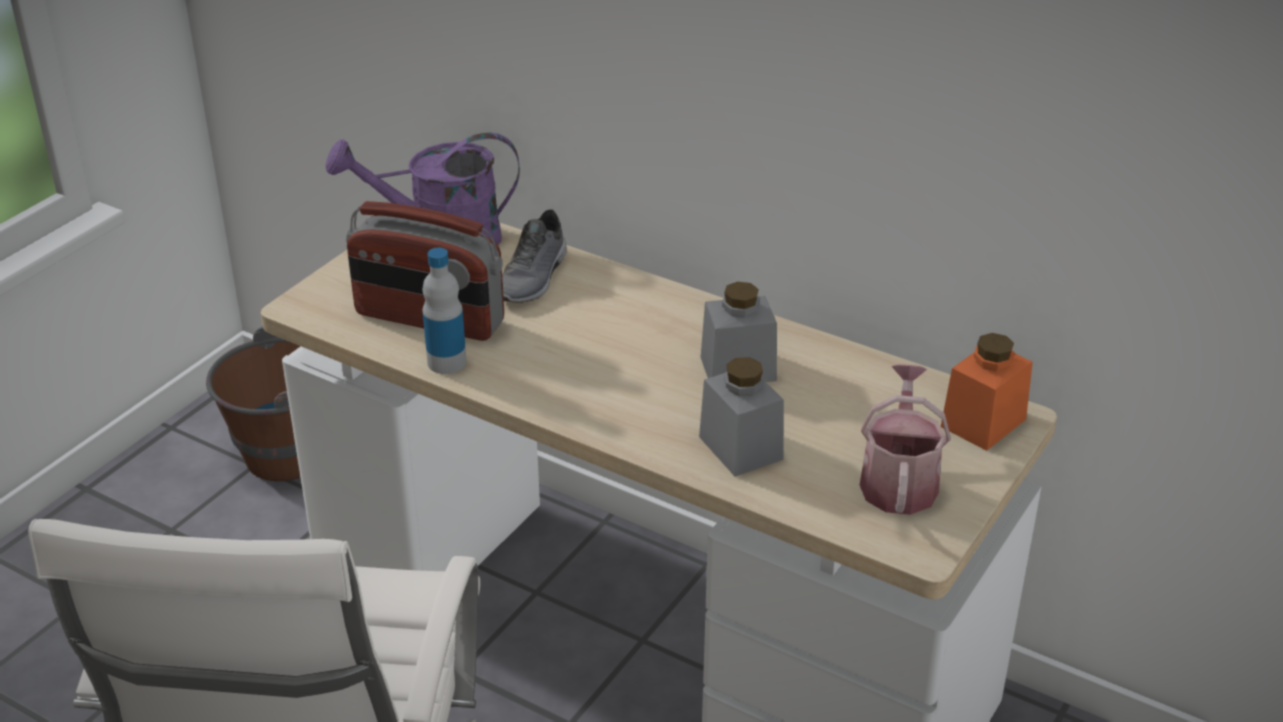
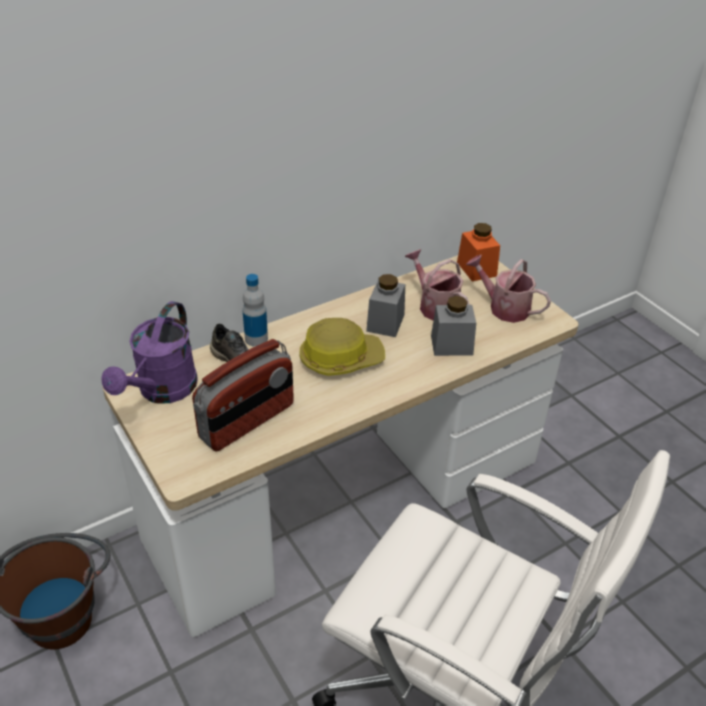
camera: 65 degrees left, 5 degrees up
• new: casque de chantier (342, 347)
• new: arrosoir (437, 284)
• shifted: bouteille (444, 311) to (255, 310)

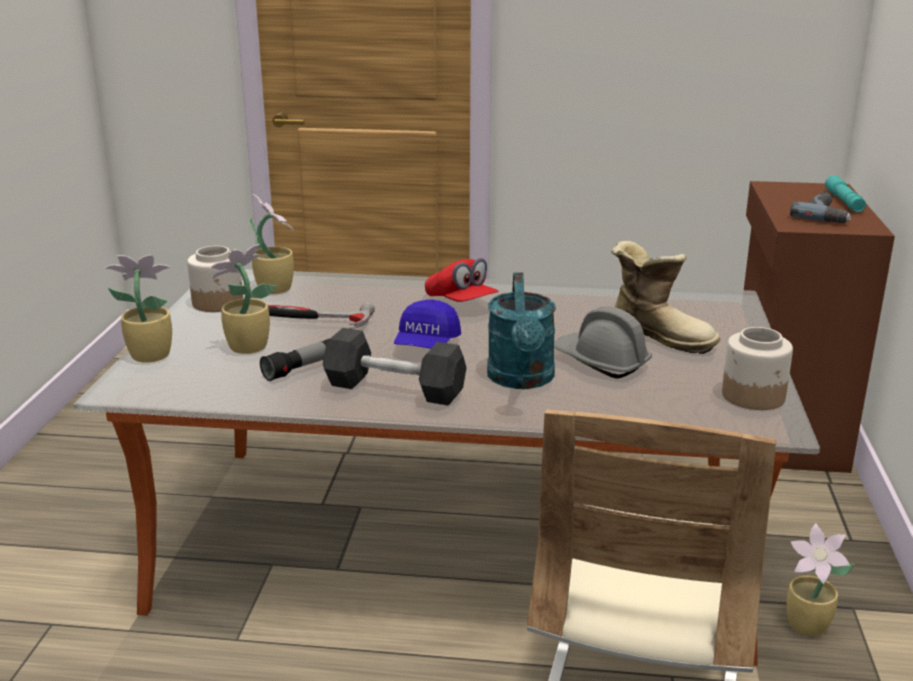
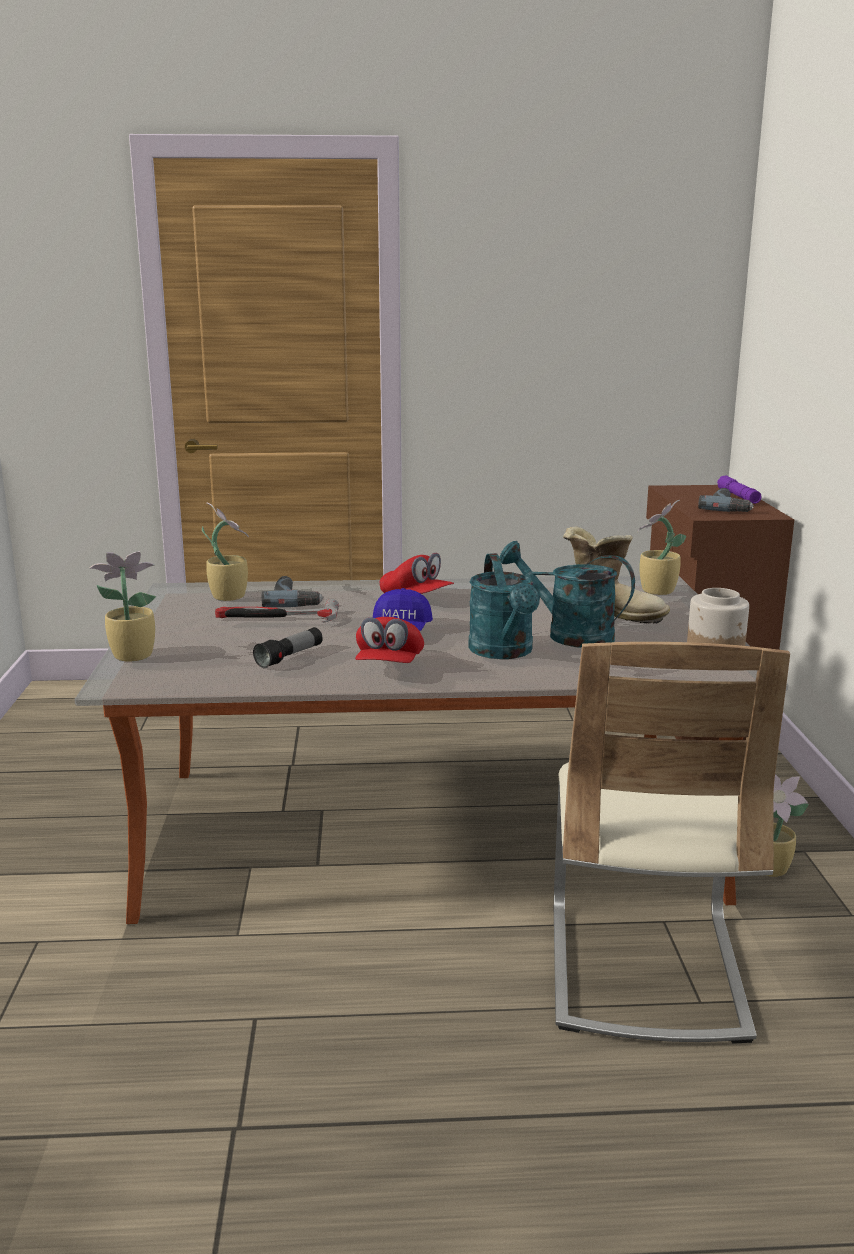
camera: 10 degrees left, 5 degrees down
• gone: bocal (215, 279)
• new: perceuse (292, 591)
• shifted: plante en pot (243, 299) to (661, 547)
• swapped: haltère (gris) (395, 367) to casquette (rouge) (389, 640)
• swapped: casque de chantier (gris) (603, 342) to arrosoir (turquoise) (567, 594)
• repainted: lampe de poche (turquoise) (845, 193) to lampe de poche (violet) (739, 489)

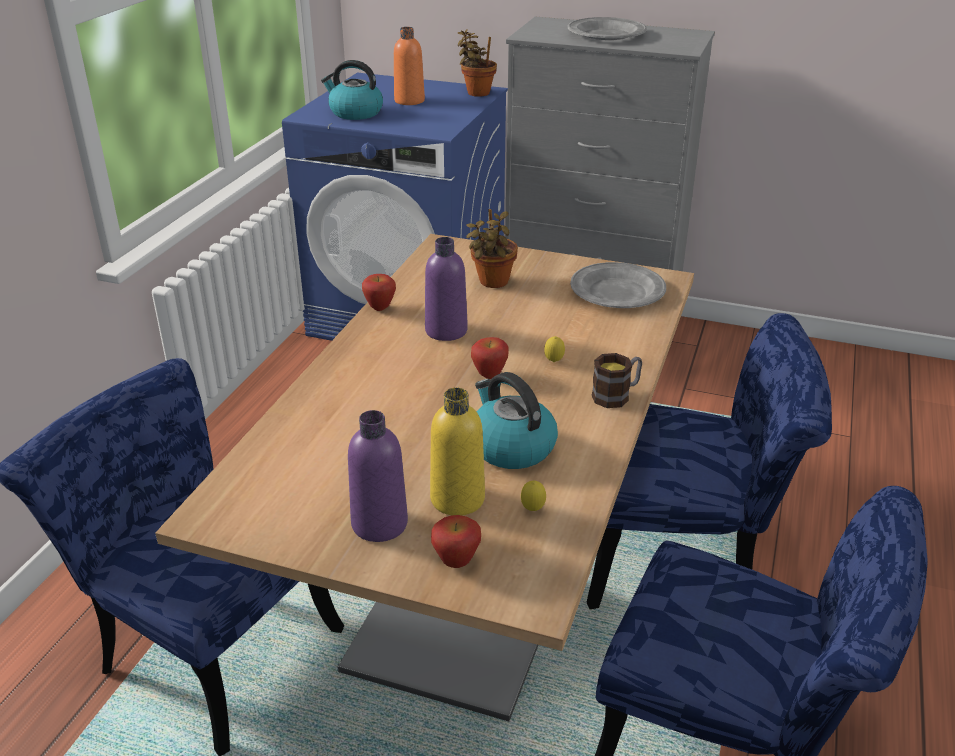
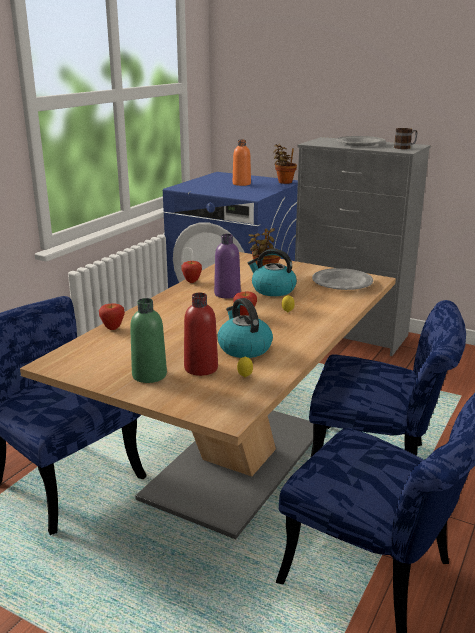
camera: 10 degrees right, 10 degrees down
• shifted: bouilloire (352, 90) to (272, 272)
• shifted: pomme (456, 541) to (112, 317)
• shifted: mug (617, 380) to (405, 138)
• repainted: bouteille (violet) (378, 476) to bouteille (vert) (148, 340)
• repainted: bouteille (jaune) (457, 451) to bouteille (rouge) (201, 334)

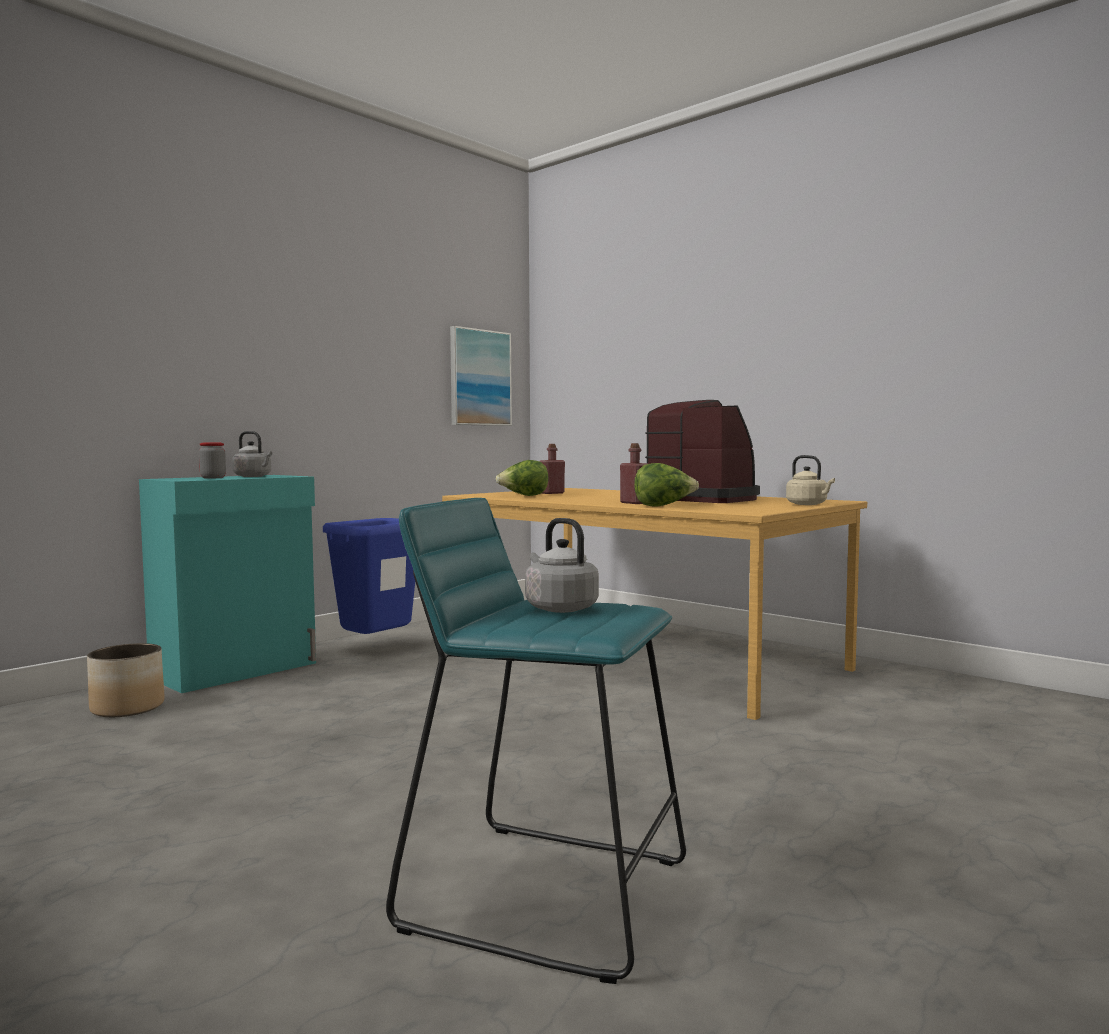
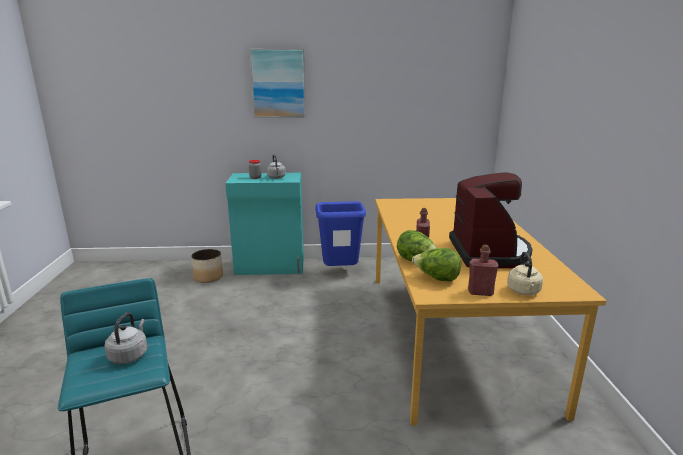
camera: 45 degrees right, 15 degrees up
• shifted: tableau (481, 376) to (278, 83)
• shifted: laitue (522, 478) to (436, 265)
• shifted: bouteille (rouge) (552, 469) to (483, 270)

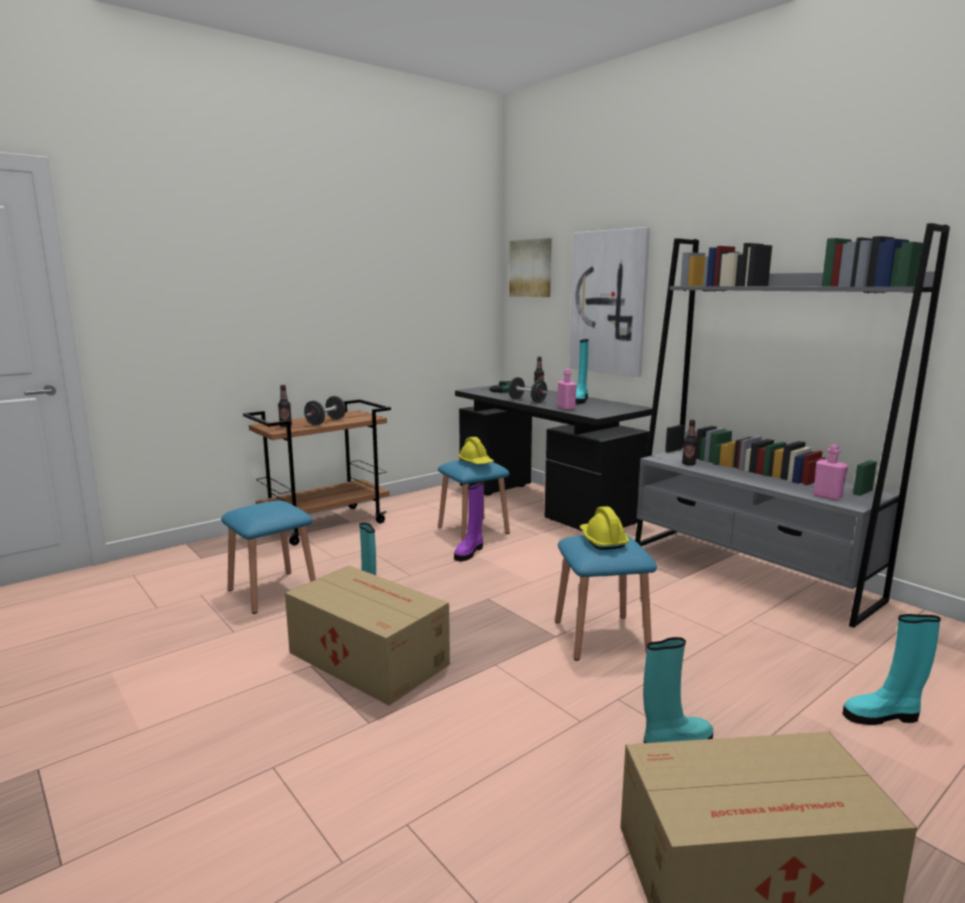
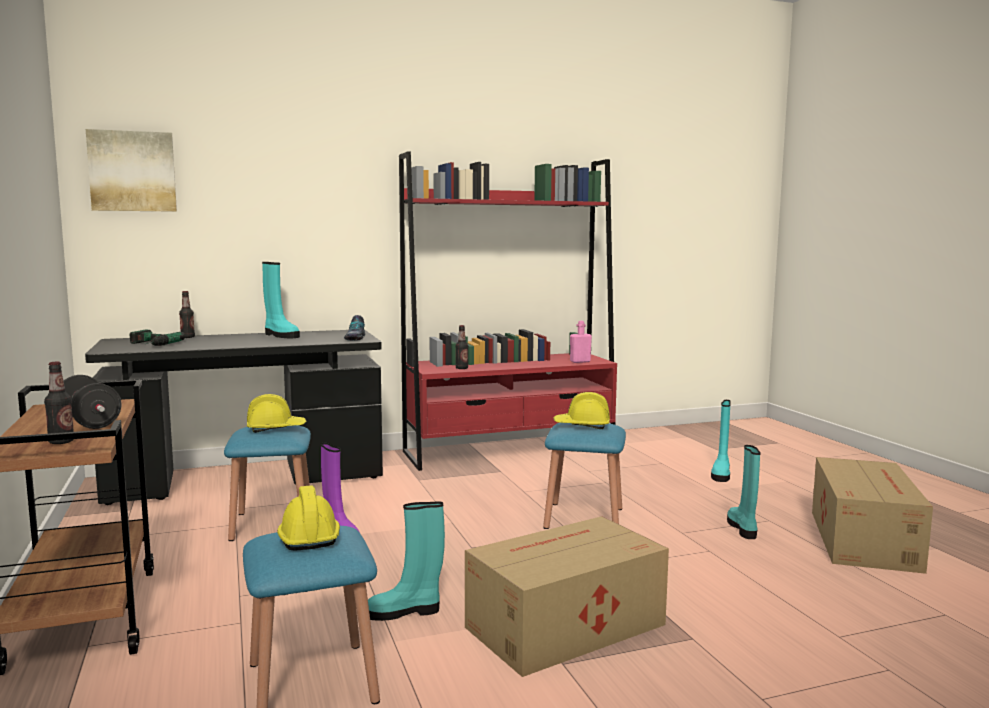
camera: 70 degrees left, 5 degrees down
• gone: haltère (noir) (528, 390)
• gone: bouteille (rose) (567, 389)
• gone: tableau (609, 302)
• new: casque de chantier (jaune) (308, 518)
• new: chaussure (354, 328)
• repainted: bibliothèque (gris) (792, 425) to bibliothèque (rouge) (508, 311)

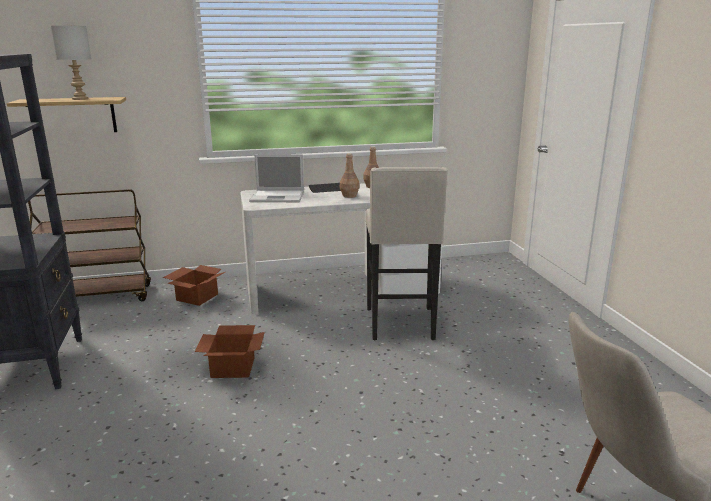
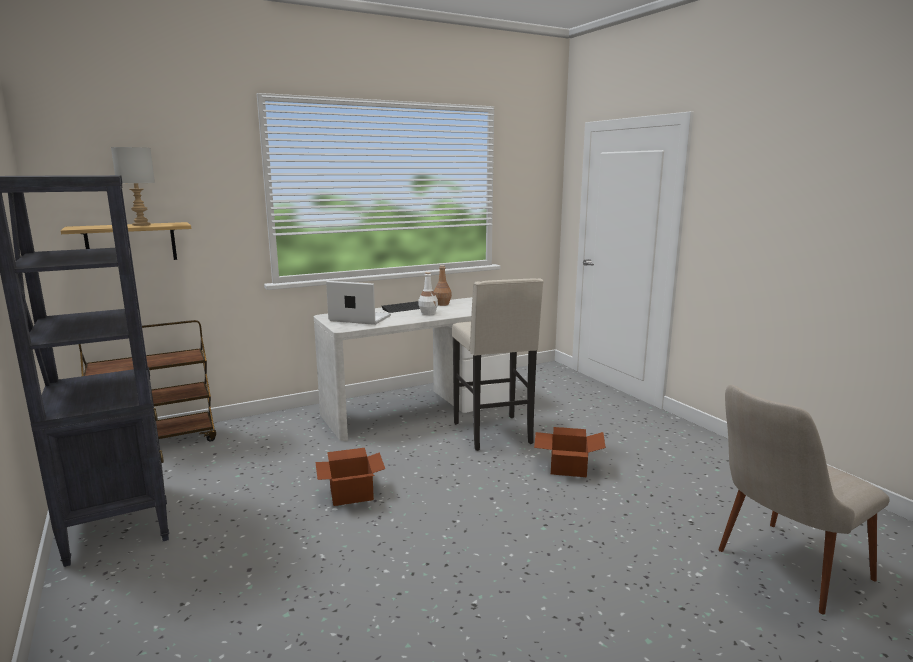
camera: 15 degrees left, 5 degrees down
• shifted: carton (194, 285) to (570, 452)
• repainted: bouteille (marron) (350, 175) to bouteille (blanc) (428, 293)
• rotated: ordinateur portable (276, 178) = (358, 303) 150 degrees counterclockwise

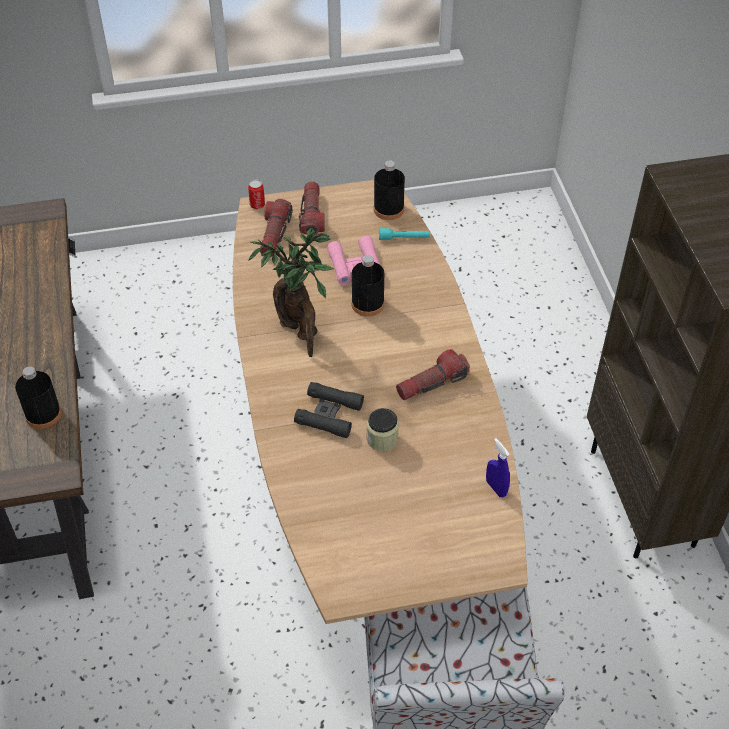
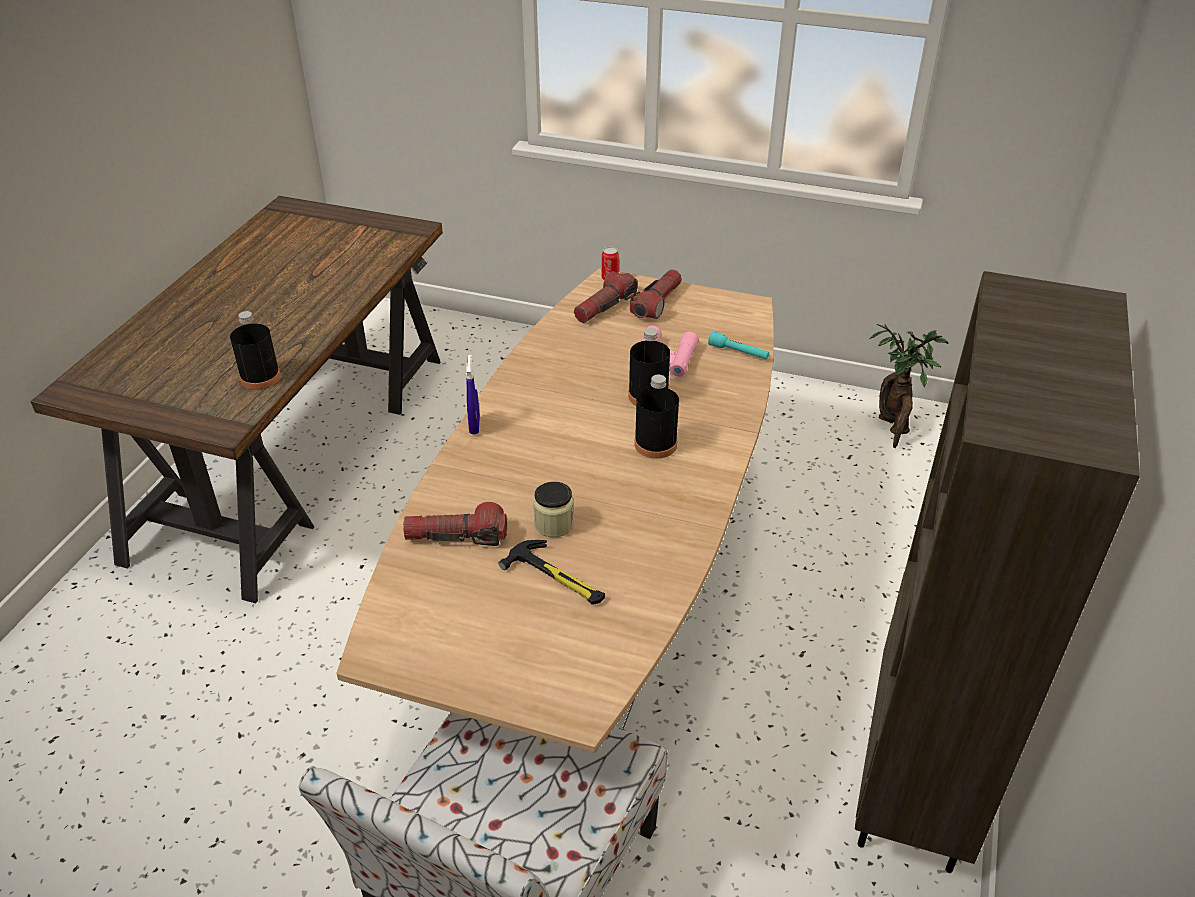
camera: 30 degrees right, 10 degrees down
• gone: jumelles (noir) (329, 410)
• new: marteau (552, 572)
• shifted: plante en pot (291, 292) to (908, 385)
• shifted: bouteille (noir) (389, 190) to (656, 417)
• shifted: lampe de poche (433, 374) to (455, 524)
• shifted: vaporisateur (bleu) (498, 467) to (473, 394)

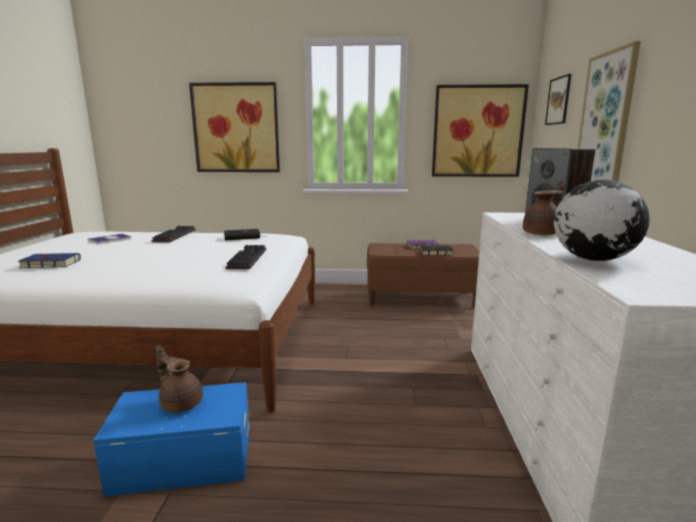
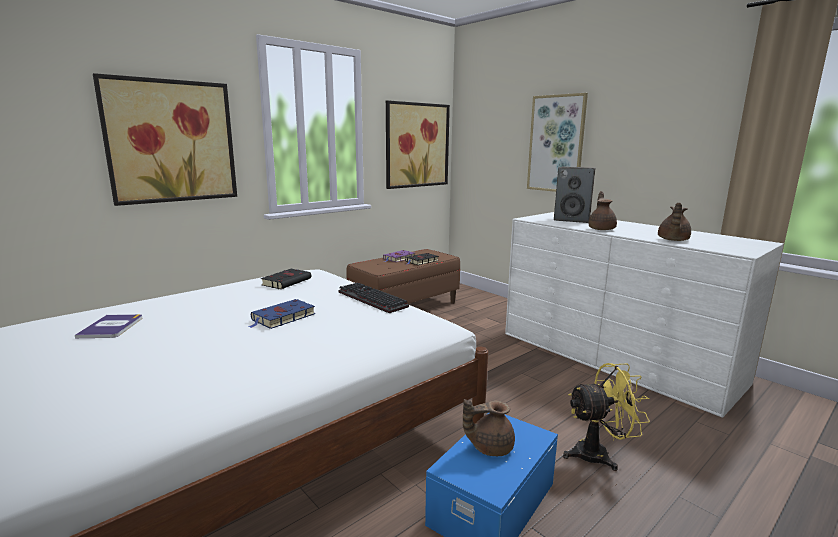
camera: 45 degrees left, 0 degrees up
• gone: clavier (174, 234)
• gone: tableau (558, 99)
• new: ventilateur (jaune) (606, 417)
• shifted: livre (bleu) (50, 260) to (281, 314)
• swapped: globe (602, 220) to théière (marron) (674, 222)

